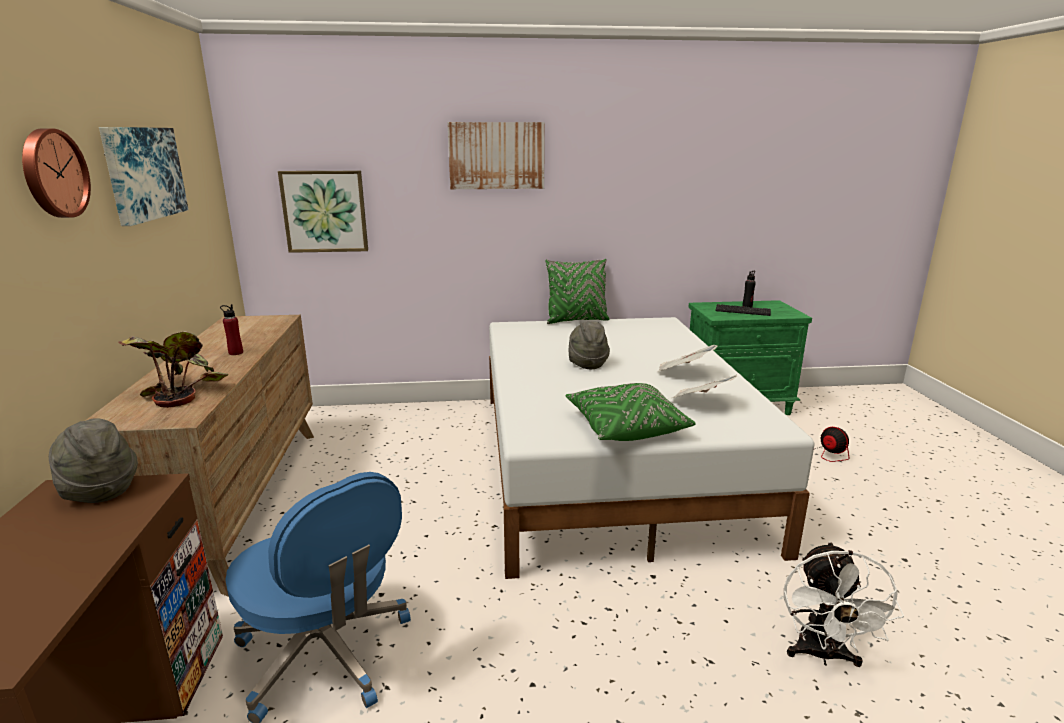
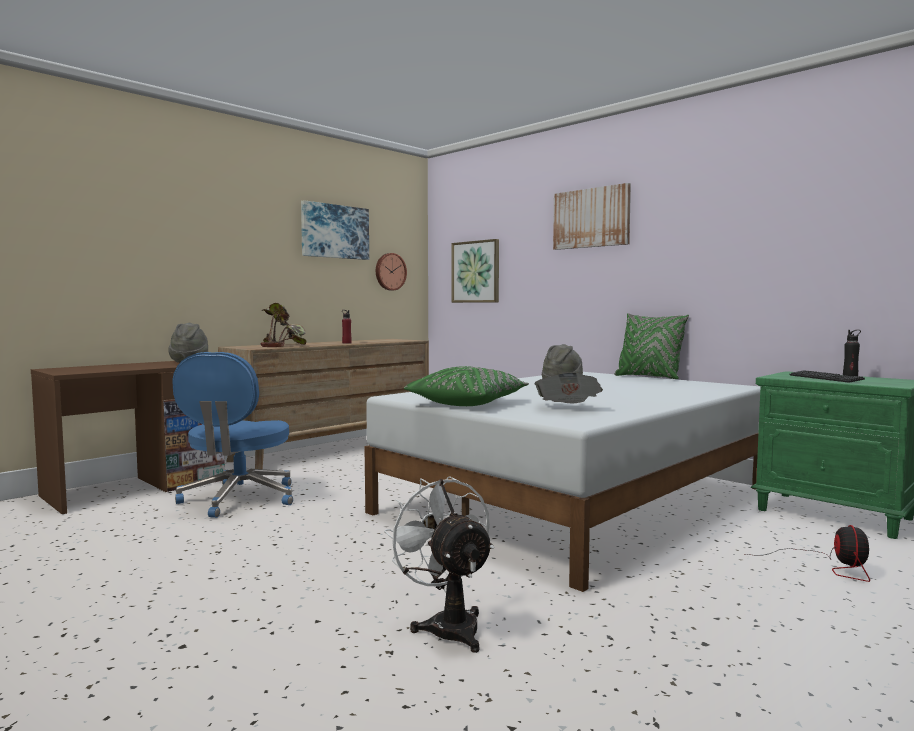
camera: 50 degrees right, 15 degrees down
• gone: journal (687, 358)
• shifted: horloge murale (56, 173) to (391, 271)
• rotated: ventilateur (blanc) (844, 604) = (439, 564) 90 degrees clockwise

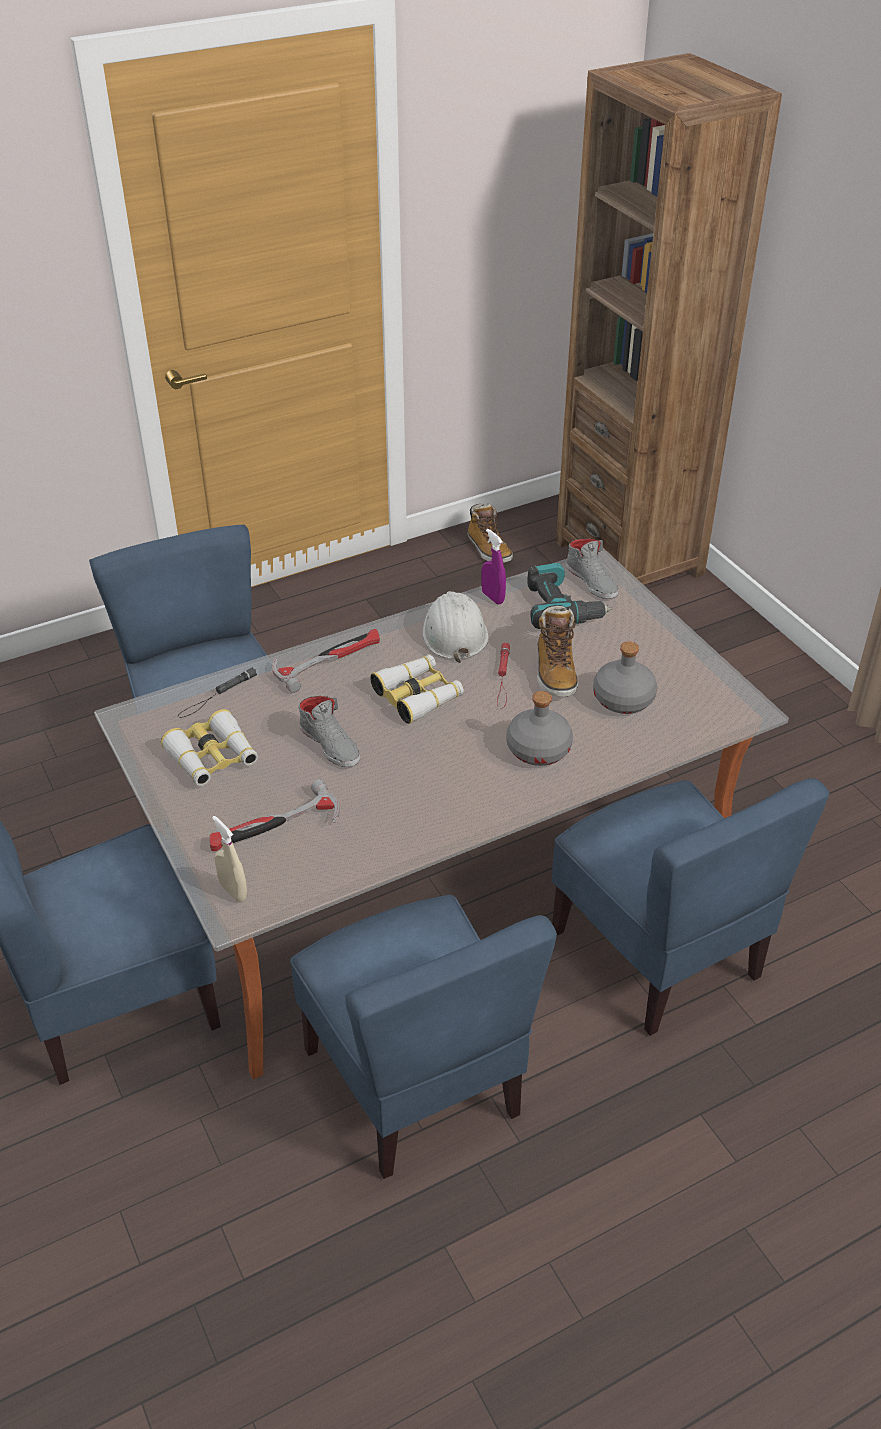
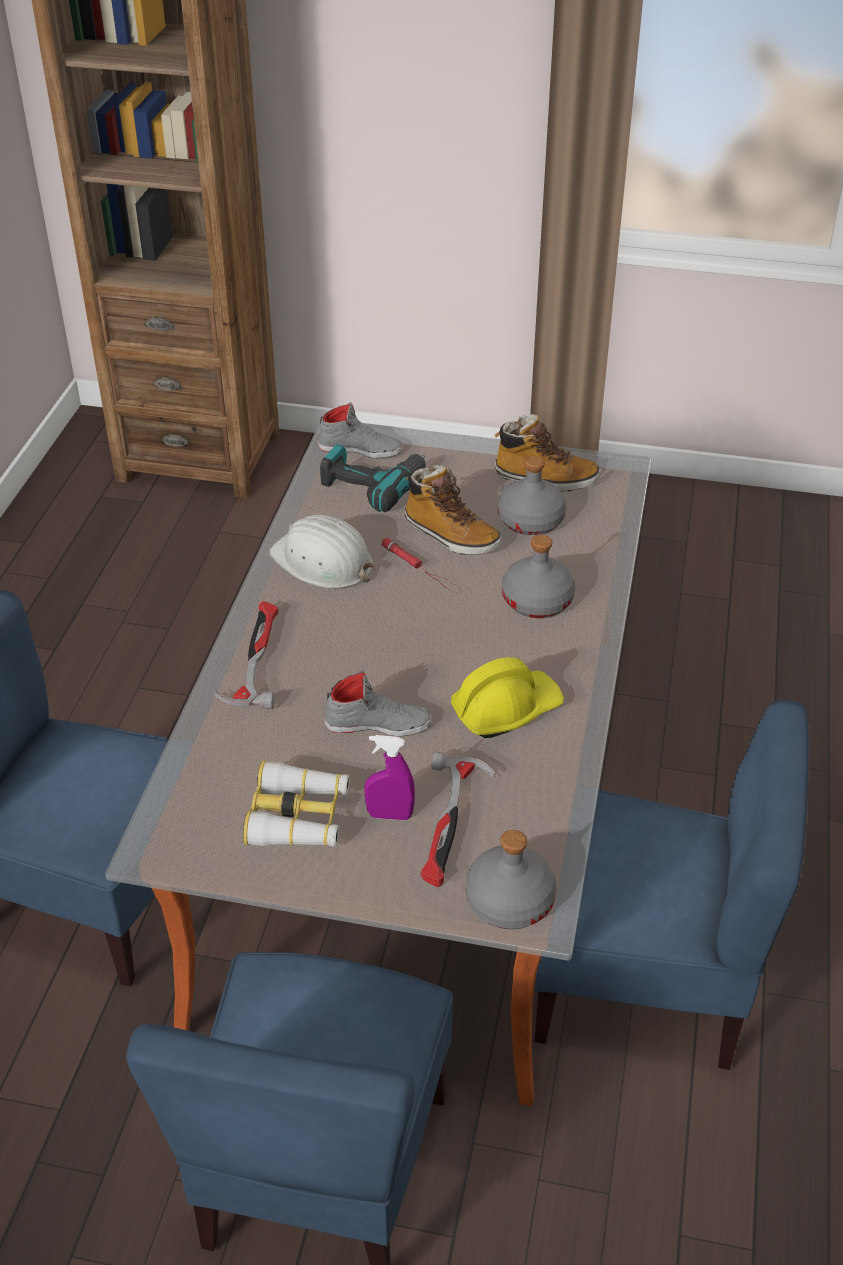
camera: 50 degrees left, 0 degrees up
• gone: lampe de poche (noir) (217, 692)
• gone: jumelles (417, 689)
• gone: chaise (bleu) (690, 907)
• new: casque de chantier (jaune) (507, 697)
• shifted: botte (490, 533) to (548, 453)
• shifted: vaporisateur (violet) (494, 566) to (389, 777)
• swapped: vaporisateur (beige) (229, 859) to bouteille (gris) (511, 879)

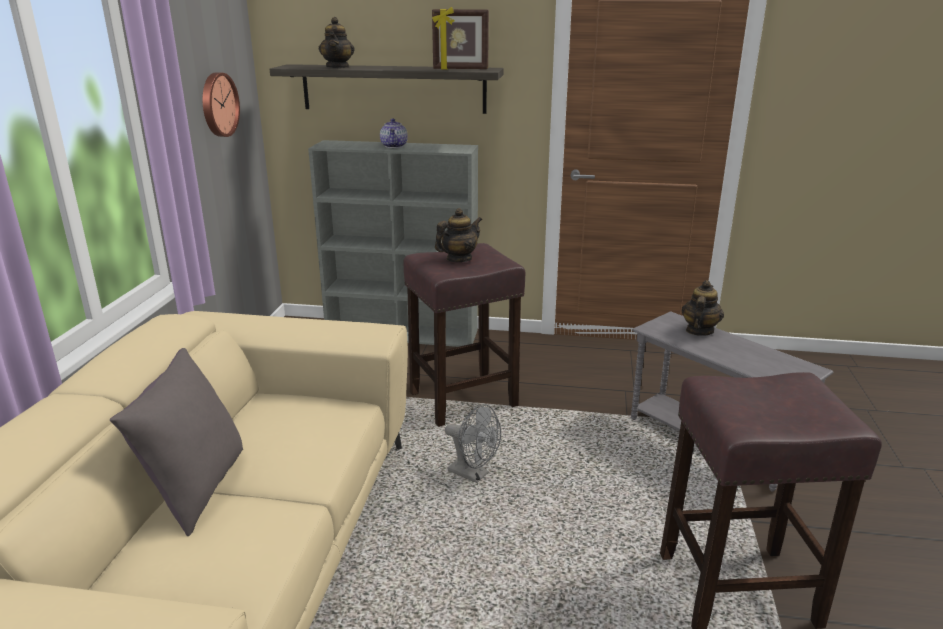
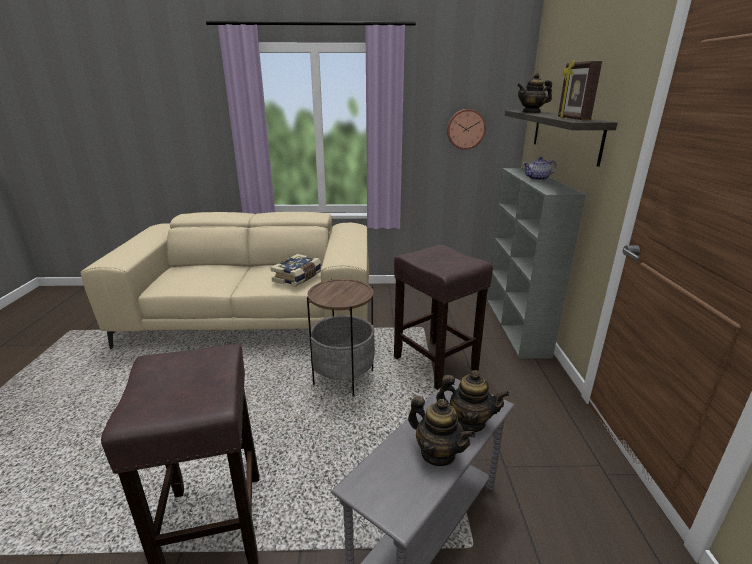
camera: 80 degrees right, 0 degrees up
• gone: coussin (gris) (176, 442)
• new: livre (295, 270)
• shifted: théière (458, 235) to (441, 431)
• swapped: ventilateur (gris) (473, 443) to table d'appoint (341, 338)

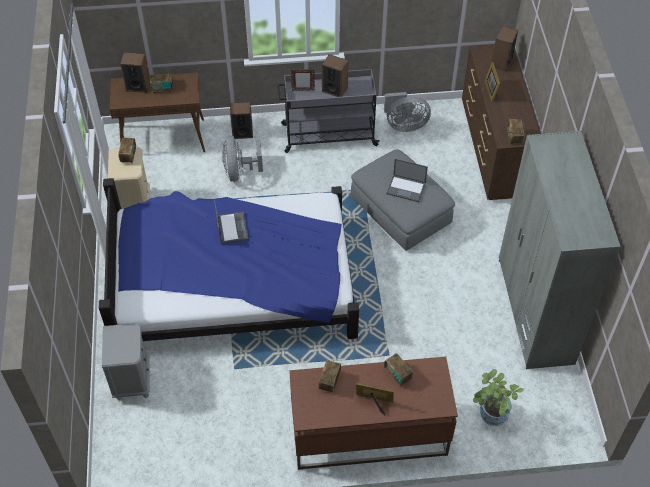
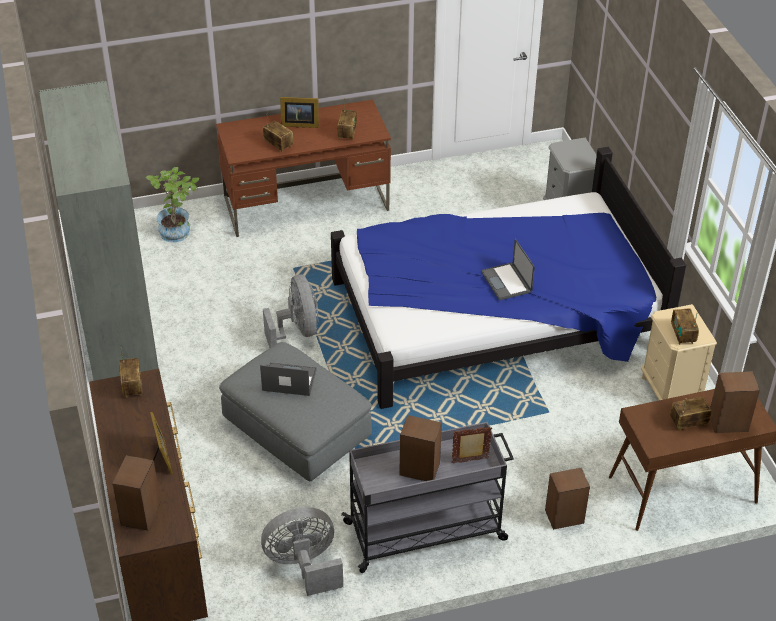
camera: 170 degrees right, 10 degrees down
• shifted: ventilateur (gris) (242, 159) to (290, 311)

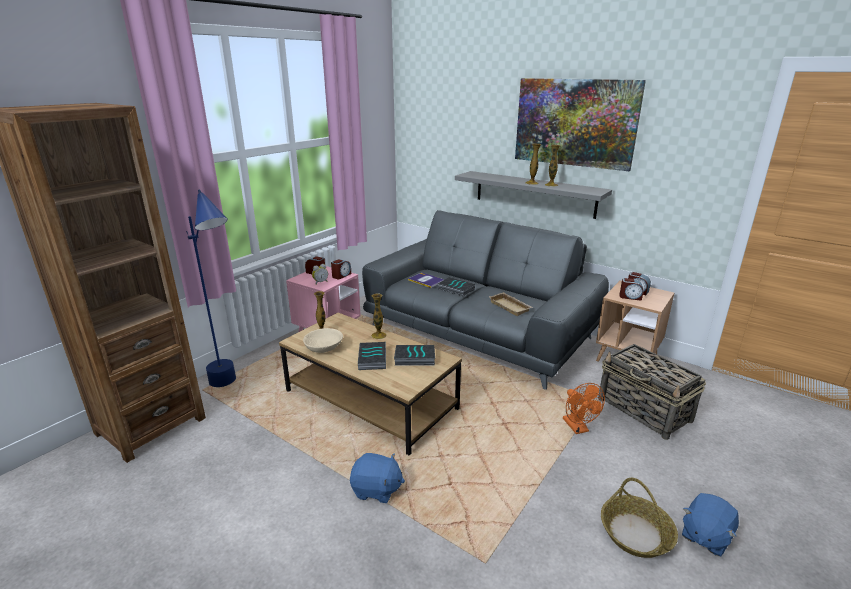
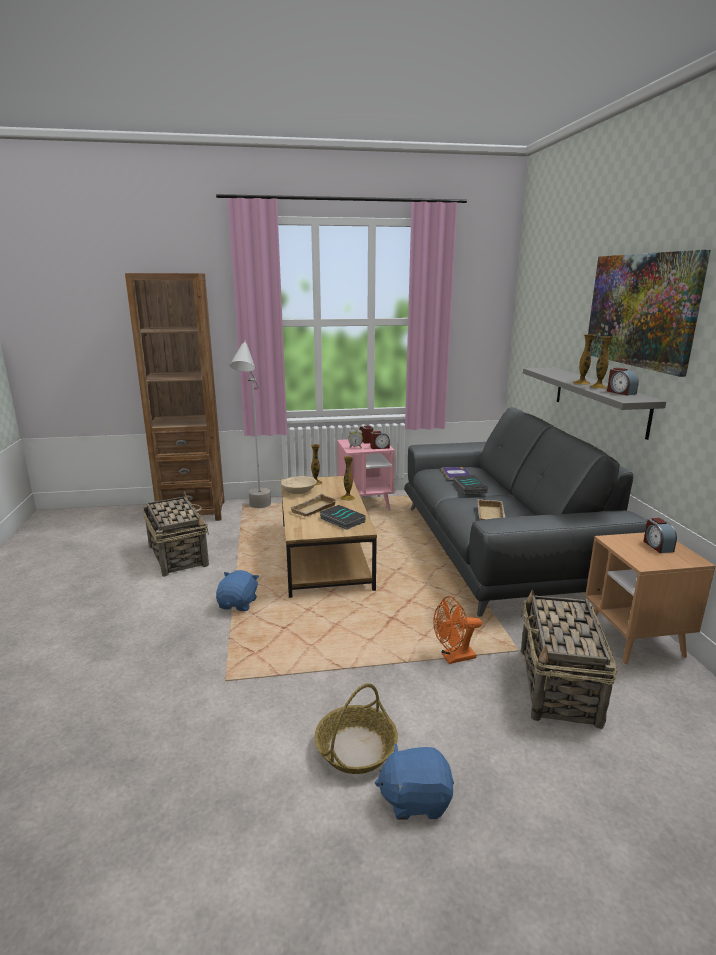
camera: 45 degrees right, 5 degrees down
• new: panier (176, 534)
• shifted: réveil (631, 289) to (623, 382)
• swapped: livre (372, 356) to plateau (beige) (314, 505)
• repainted: lampadaire (bleu) (211, 288) to lampadaire (gris) (250, 424)
• rotated: peluche (bleu) (377, 478) = (237, 590) 135 degrees counterclockwise
• rotated: ventilateur (orange) (584, 408) = (458, 630) 45 degrees clockwise

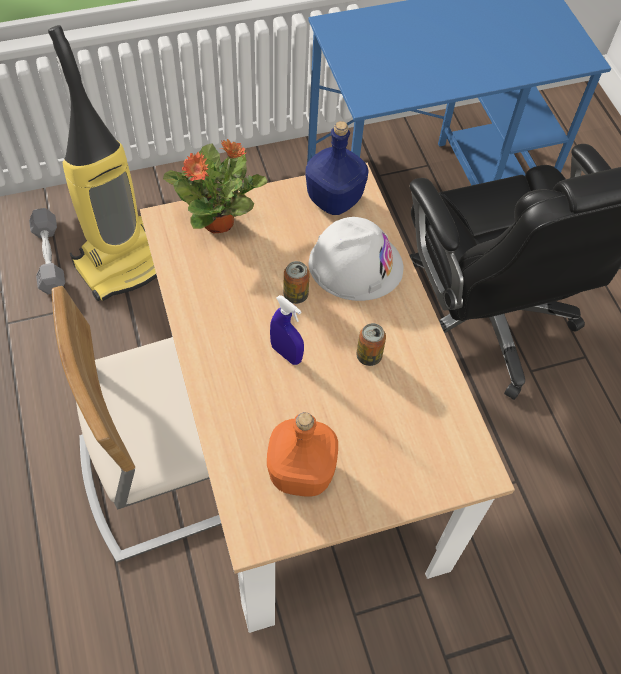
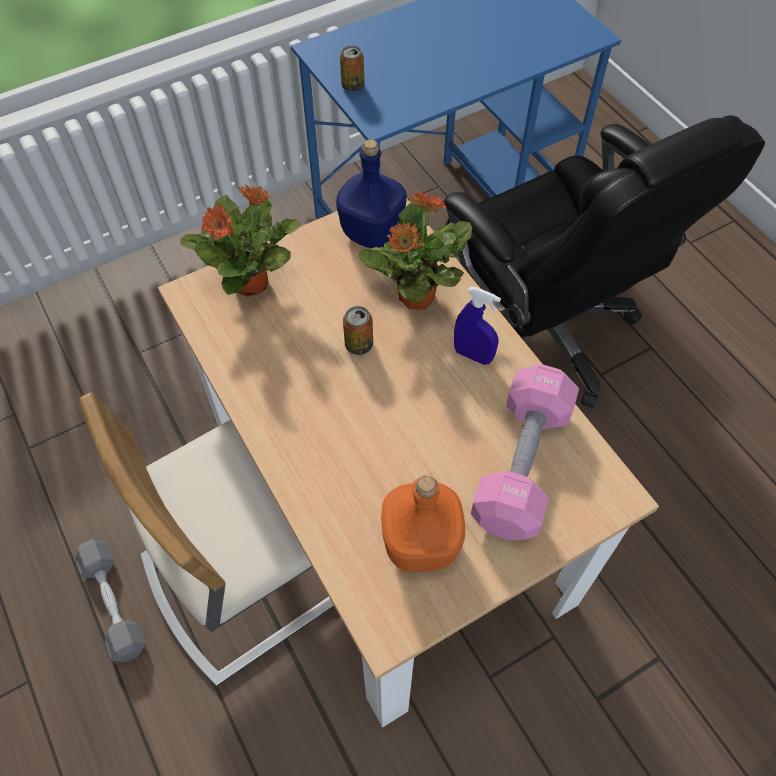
camera: 10 degrees left, 0 degrees up
• gone: aspirateur (102, 163)
• new: haltère (rose) (525, 452)
• shifted: haltère (gris) (47, 251) to (110, 600)
• shifted: vaporisateur (bleu) (287, 330) to (477, 326)
• shifted: boîte métallique (371, 344) to (352, 69)
• swapped: casque de chantier (blanc) (356, 259) to plante en pot (415, 251)

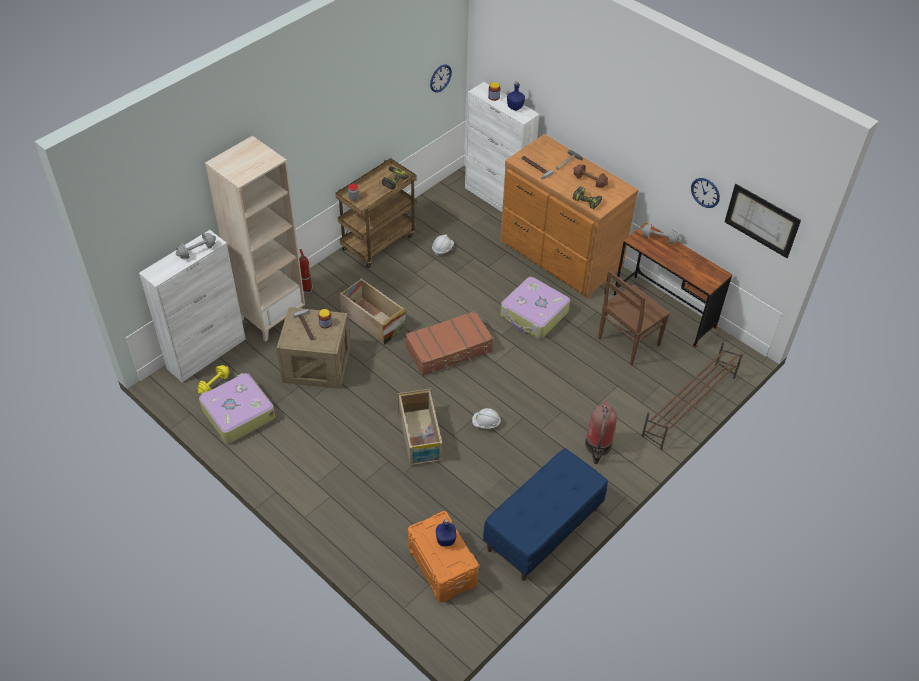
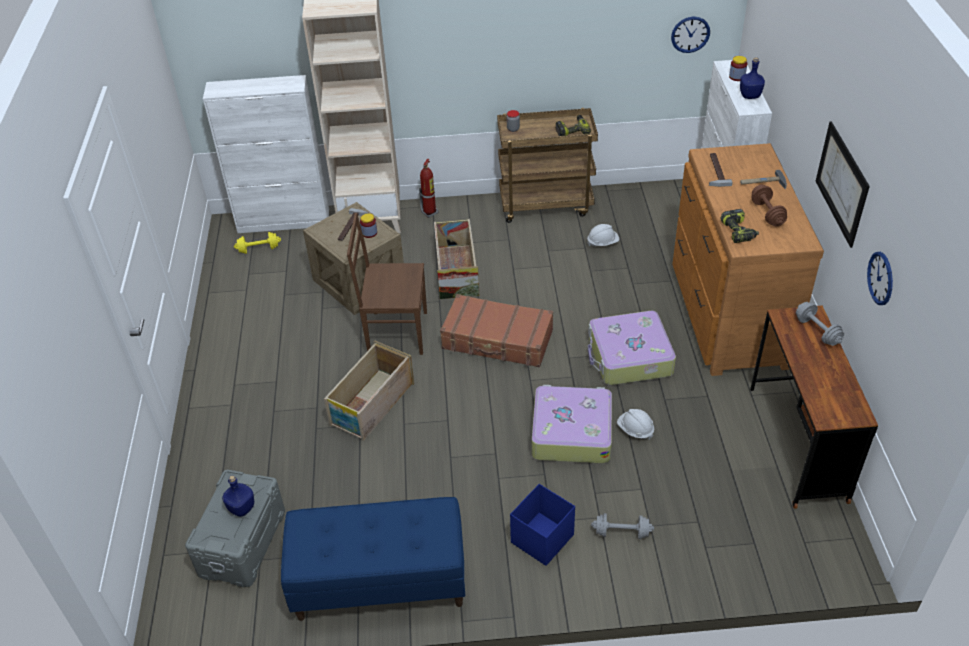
camera: 45 degrees right, 5 degrees down
• gone: étagère à chaussures (marron) (692, 395)
• shifted: haltère (gris) (196, 246) to (622, 526)
• shifted: valise (237, 408) to (572, 424)
• shifted: casque de chantier (blanc) (486, 418) to (635, 424)
• shifted: chaise (marron) (634, 318) to (387, 284)
• shifted: tableau (763, 221) to (842, 184)
• swapped: extincteur (601, 430) to boîte de rangement (bleu) (542, 525)
• repainted: boîte de rangement (orange) (443, 557) to boîte de rangement (gris) (235, 528)

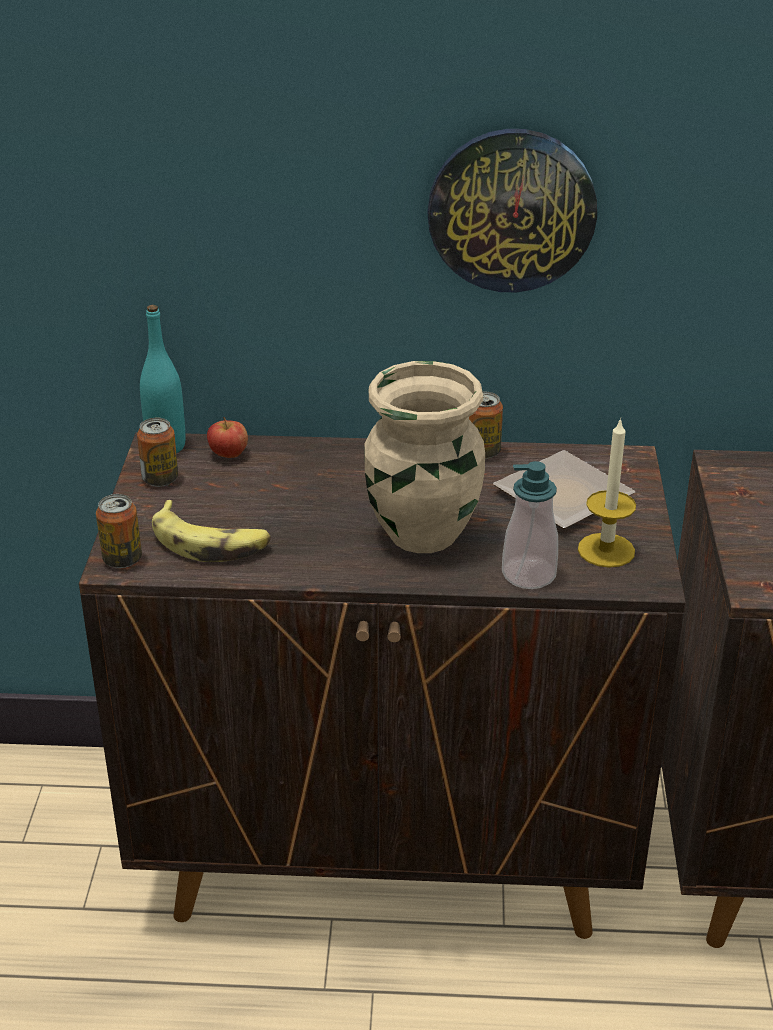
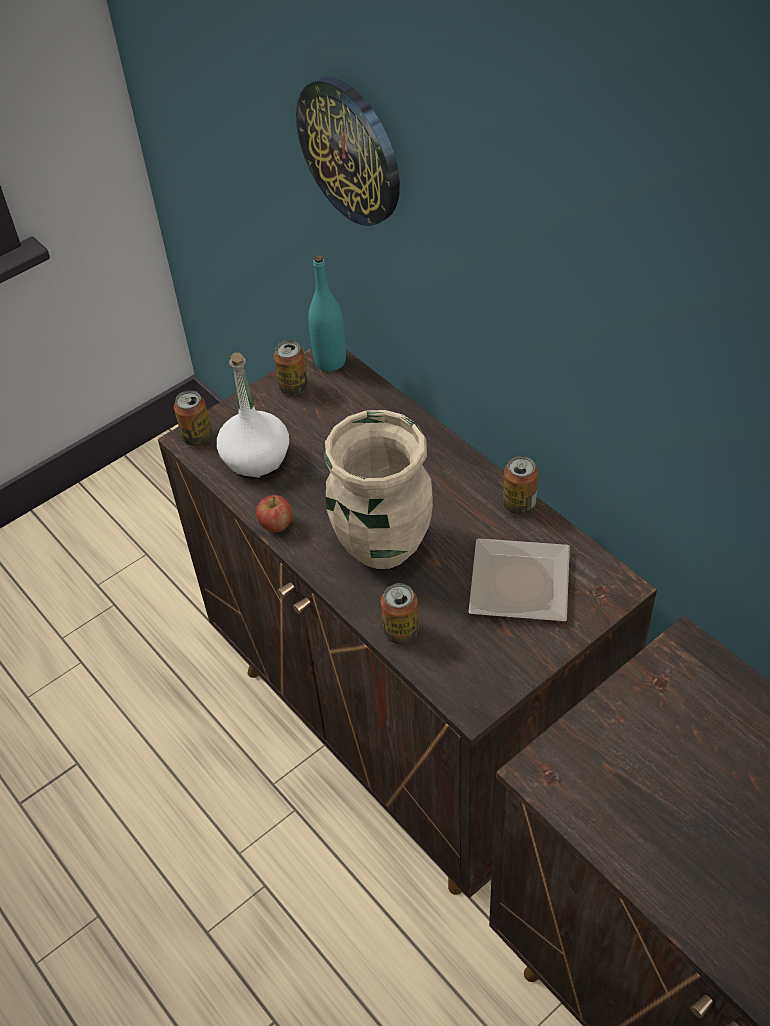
camera: 50 degrees right, 15 degrees up
• gone: bougie (607, 492)
• shifted: pomme (227, 437) to (274, 513)
• shifted: horloge murale (512, 210) to (348, 151)
• swapped: banane (211, 531) to bouteille (blanc) (253, 416)
• swapped: distributeur de savon (530, 525) to boîte métallique (400, 614)

